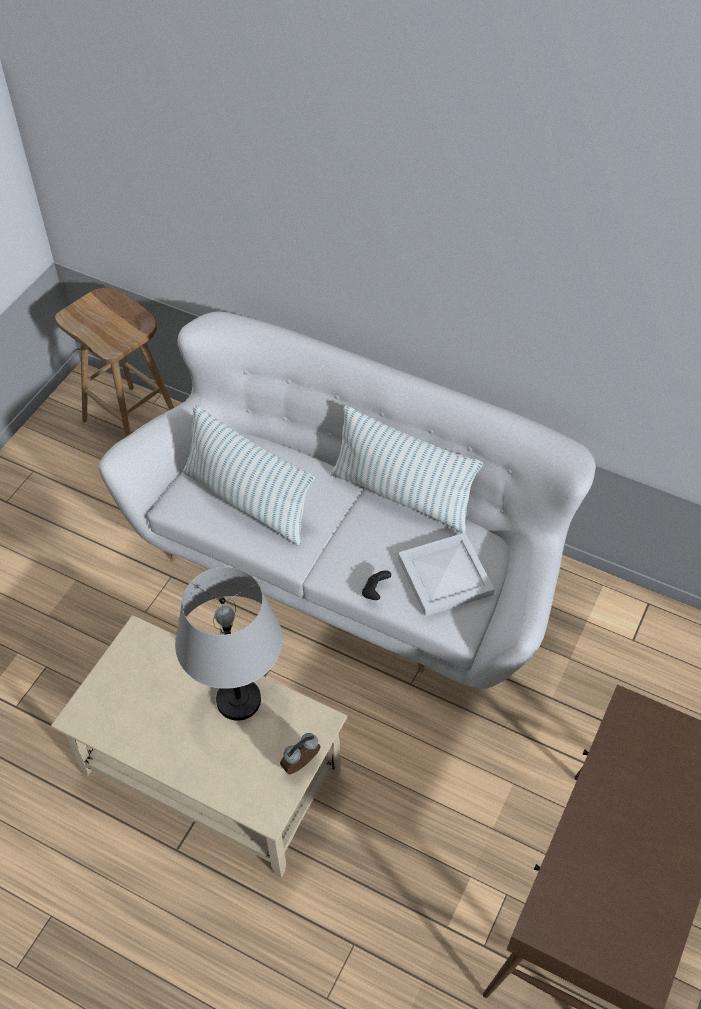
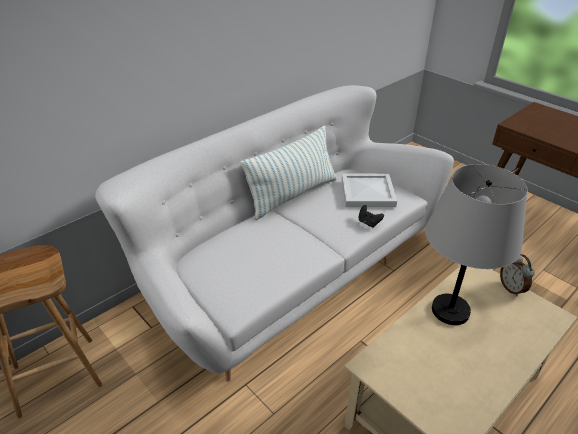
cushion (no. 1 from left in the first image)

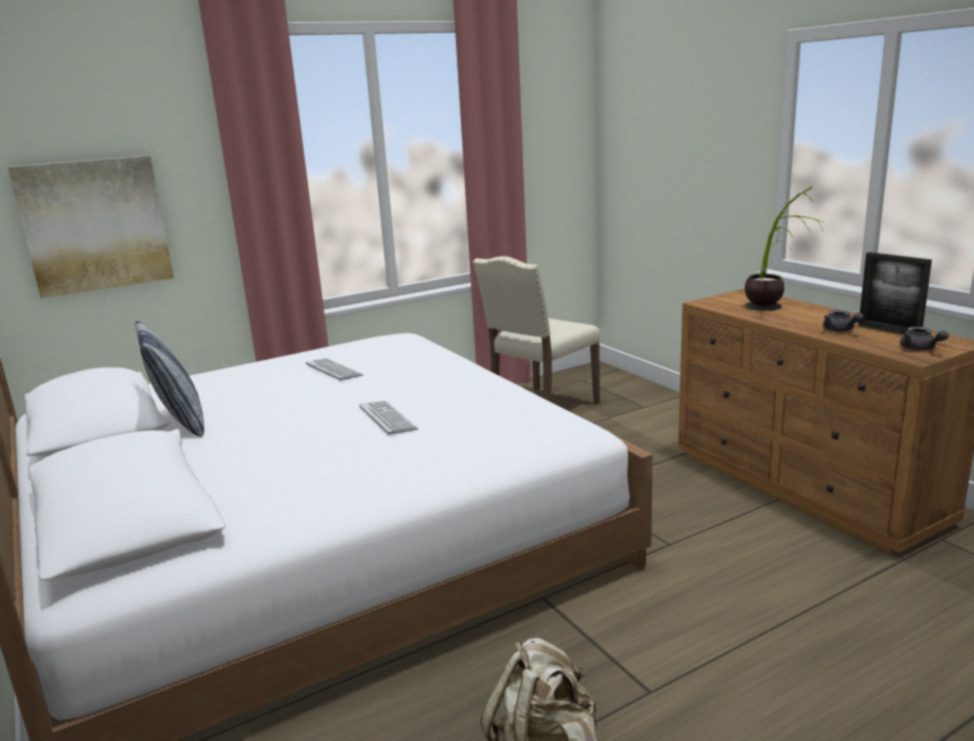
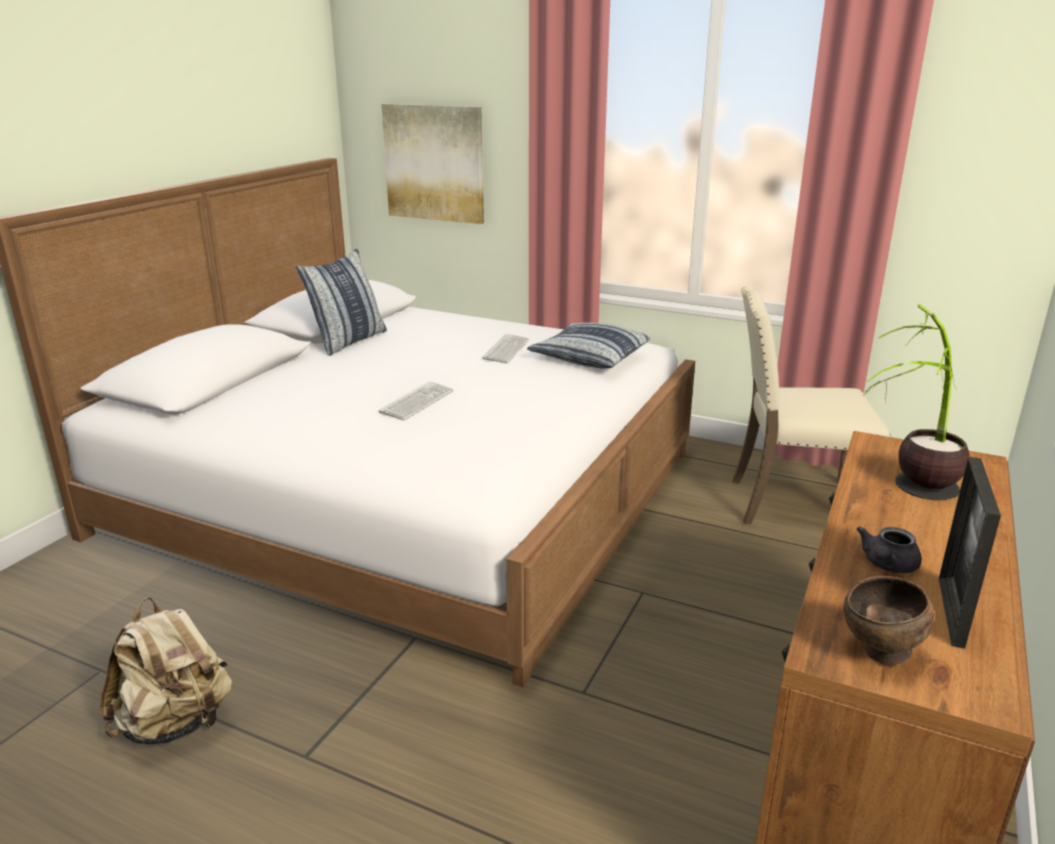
cushion (no. 2 from left)
bowl/brownish

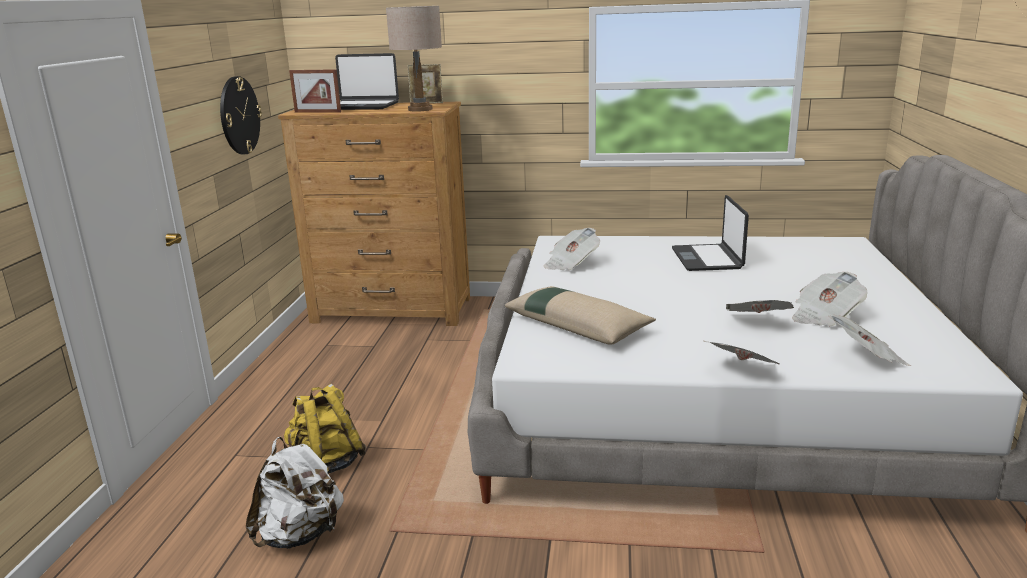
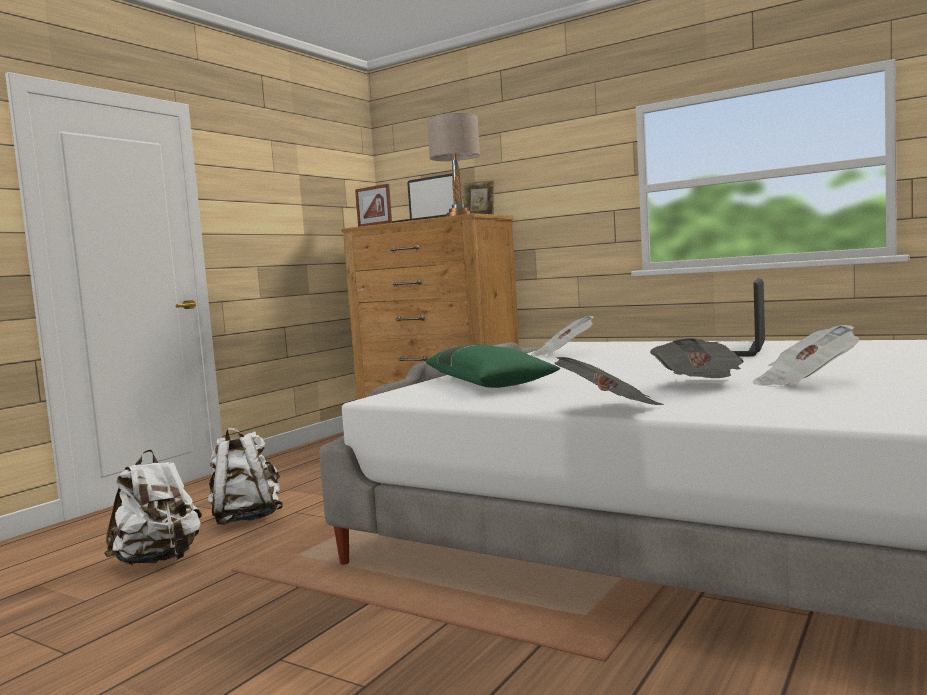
backpack/white-coloured (no. 2 from left)
cushion/green
wall clock
printed paper (no. 5 from left in the first image)

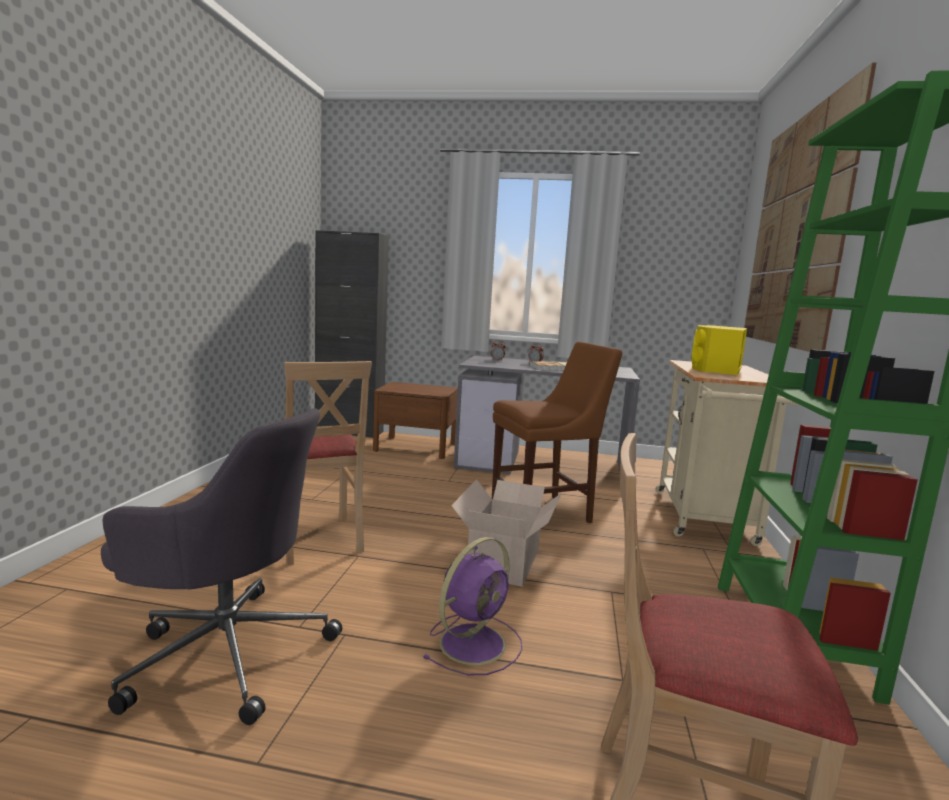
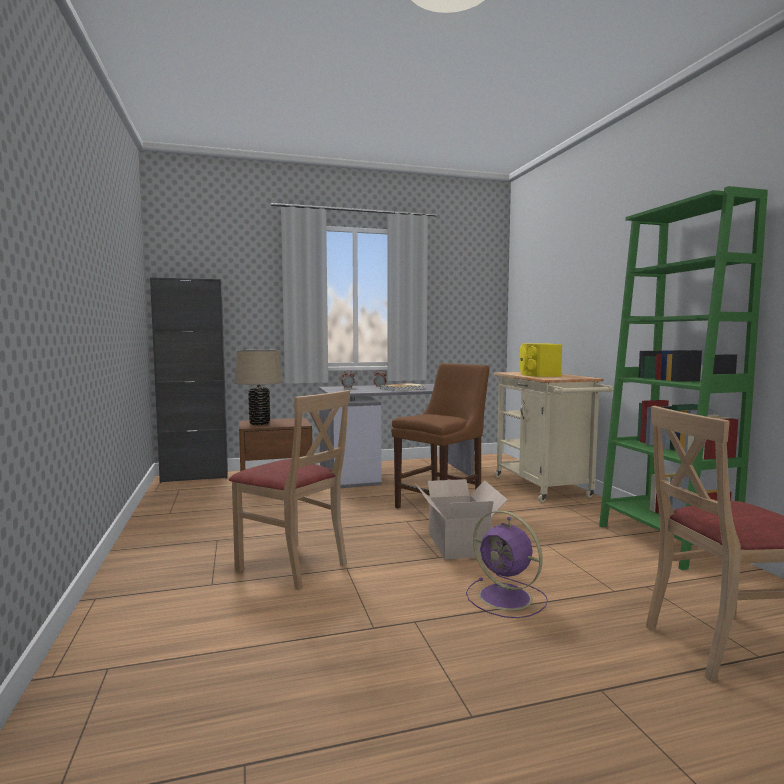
lamp for a table/beige-coloured
cooling fan/purple
office chair/grey
picture

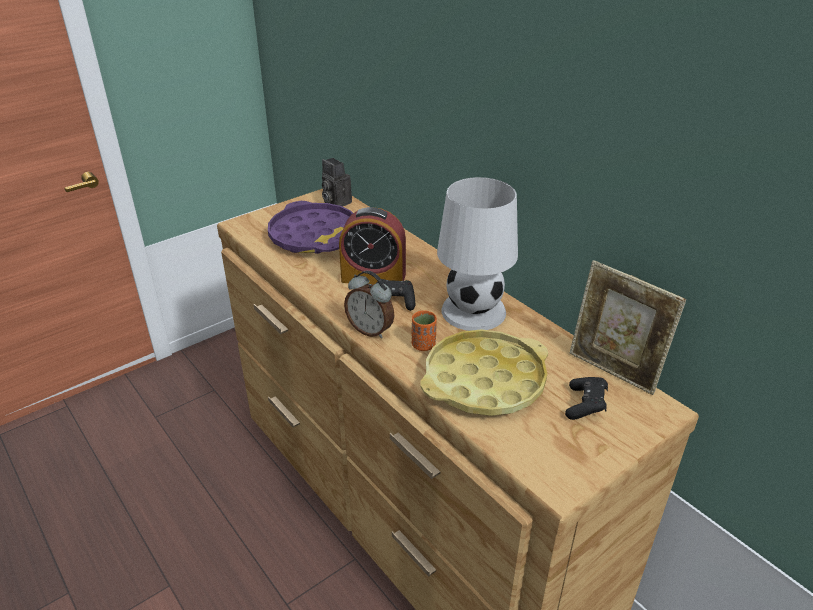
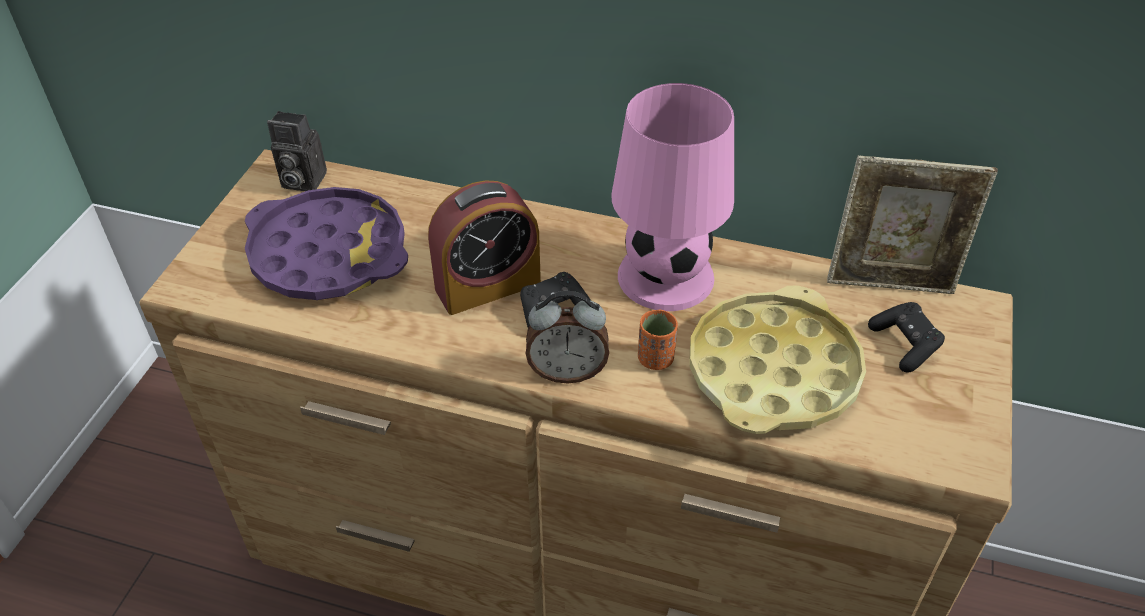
lamp for a table/pinkish

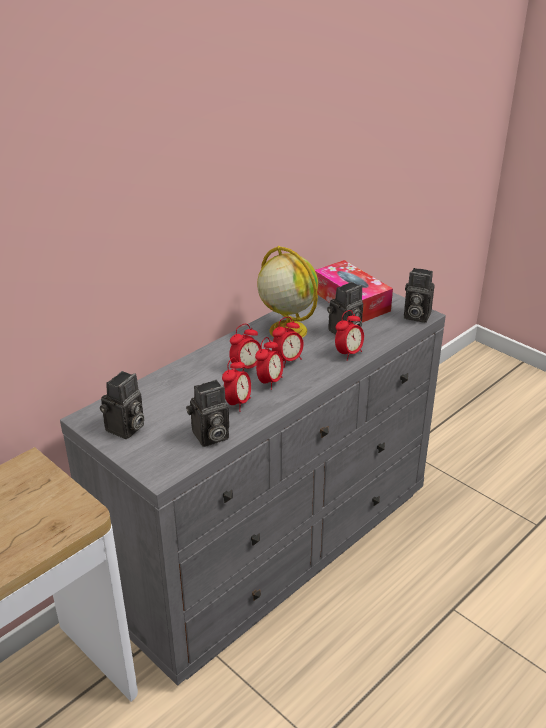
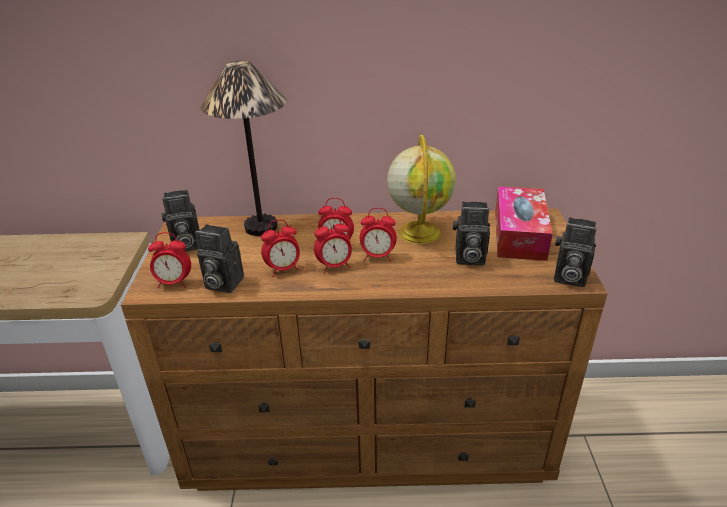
drawer chest/brownish
table clock (no. 1 from left)
lamp for a table
photo camera (no. 4 from left)

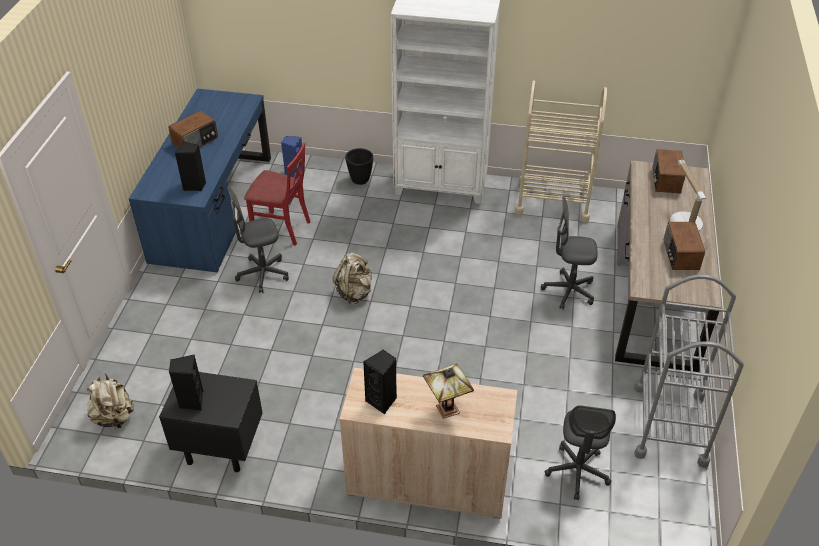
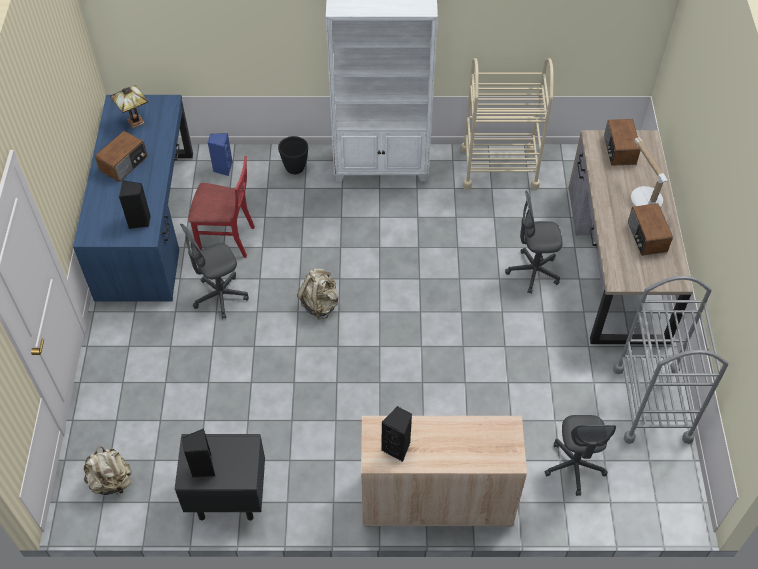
lamp for a table (no. 1 from left)

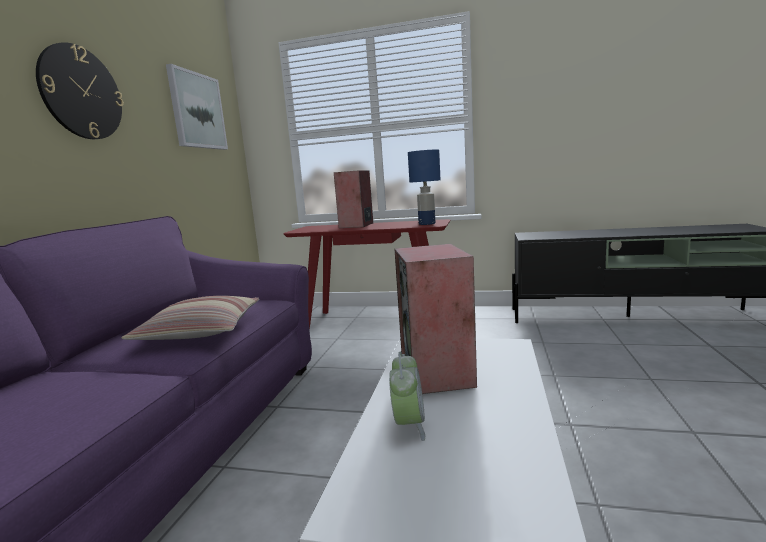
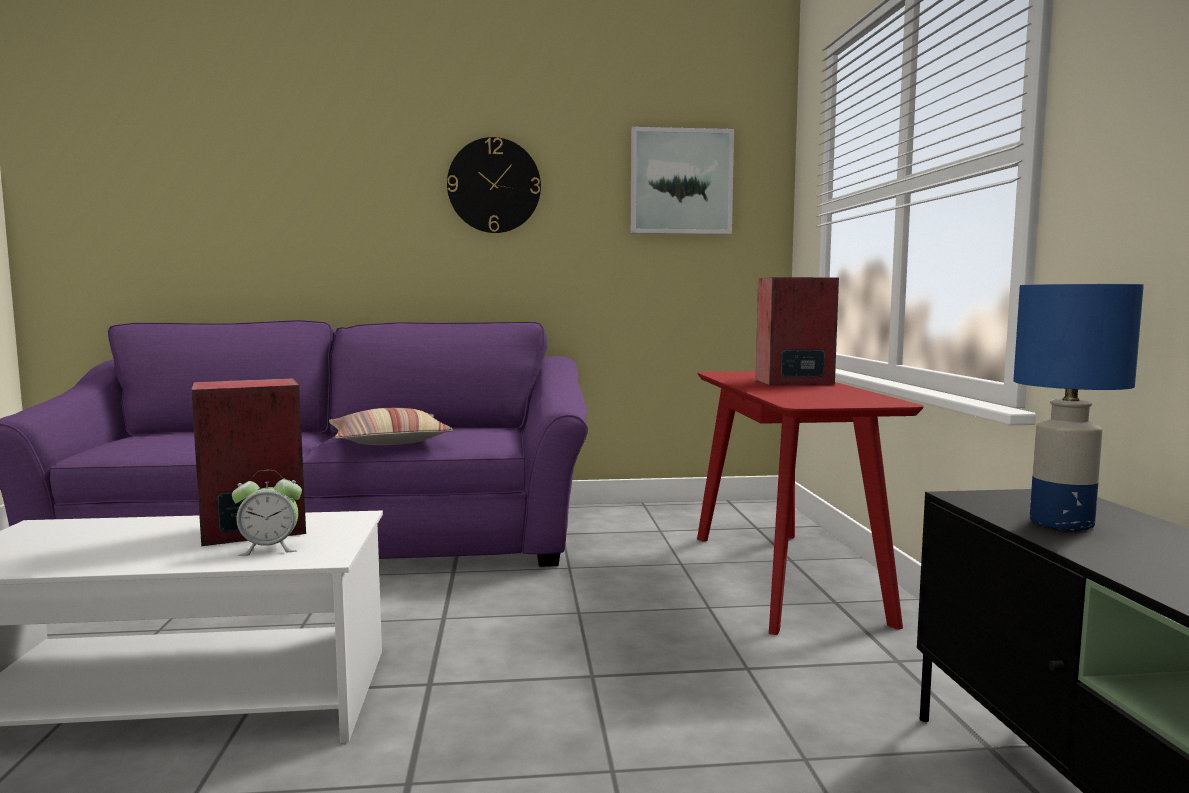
table clock
lamp for a table/blue

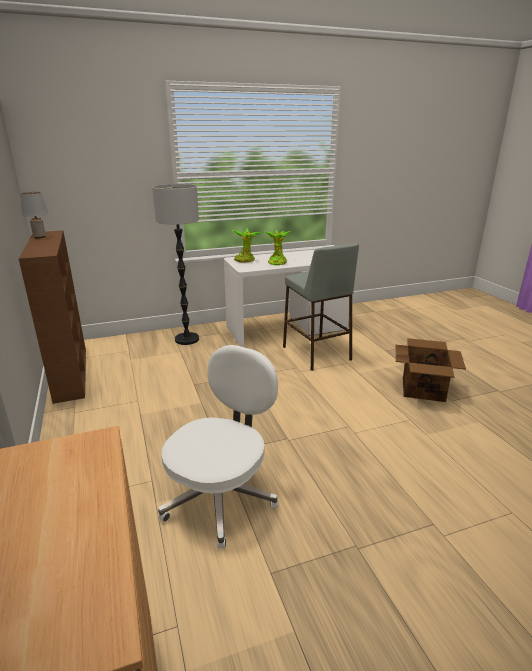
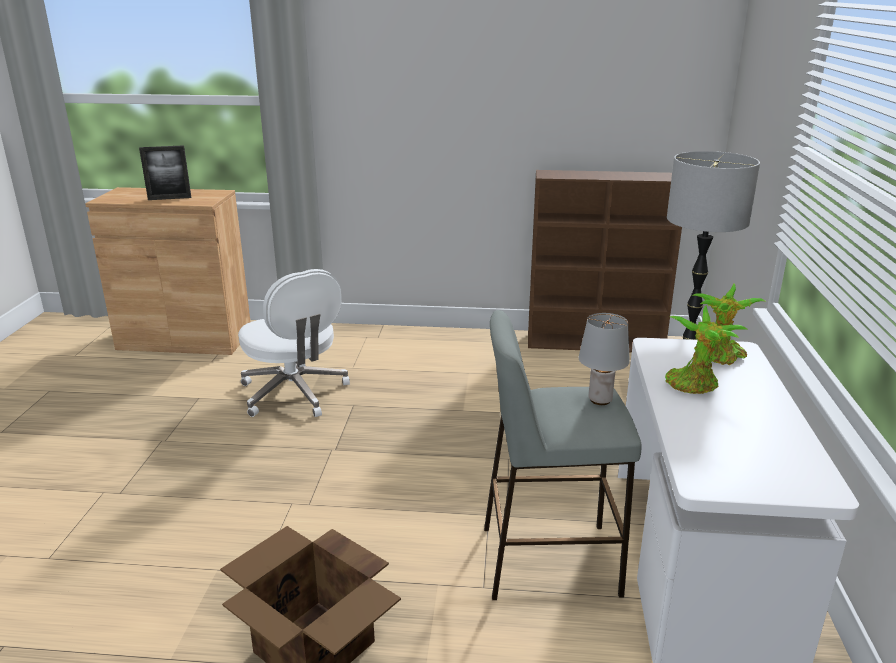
standing frame
lamp for a table/grey

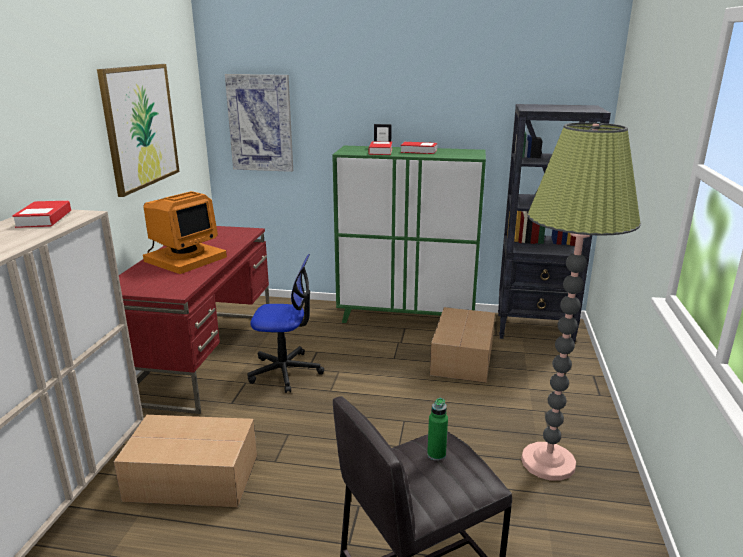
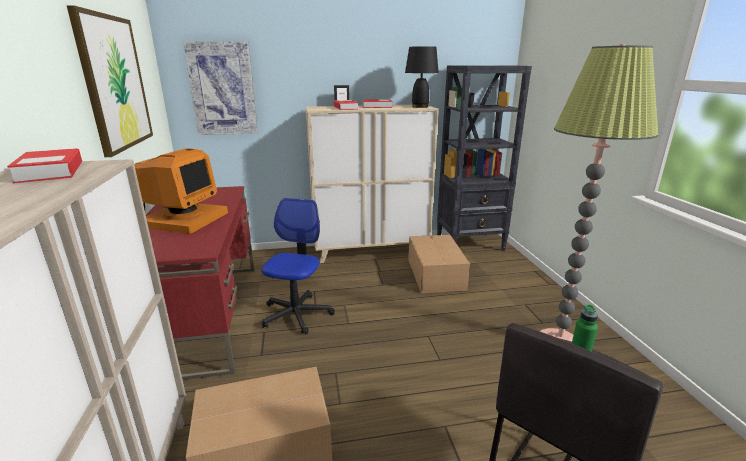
office chair
storage cabinet/beige-coloured (no. 2 from left)
lamp for a table/black

